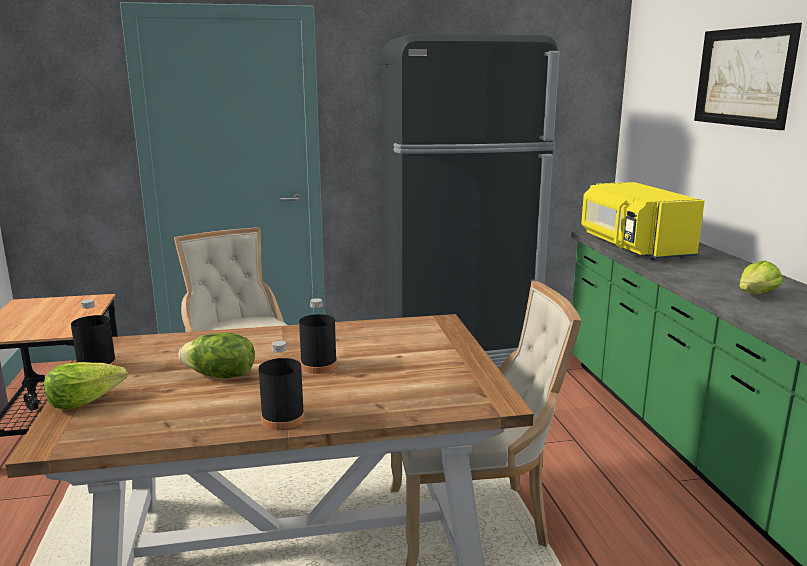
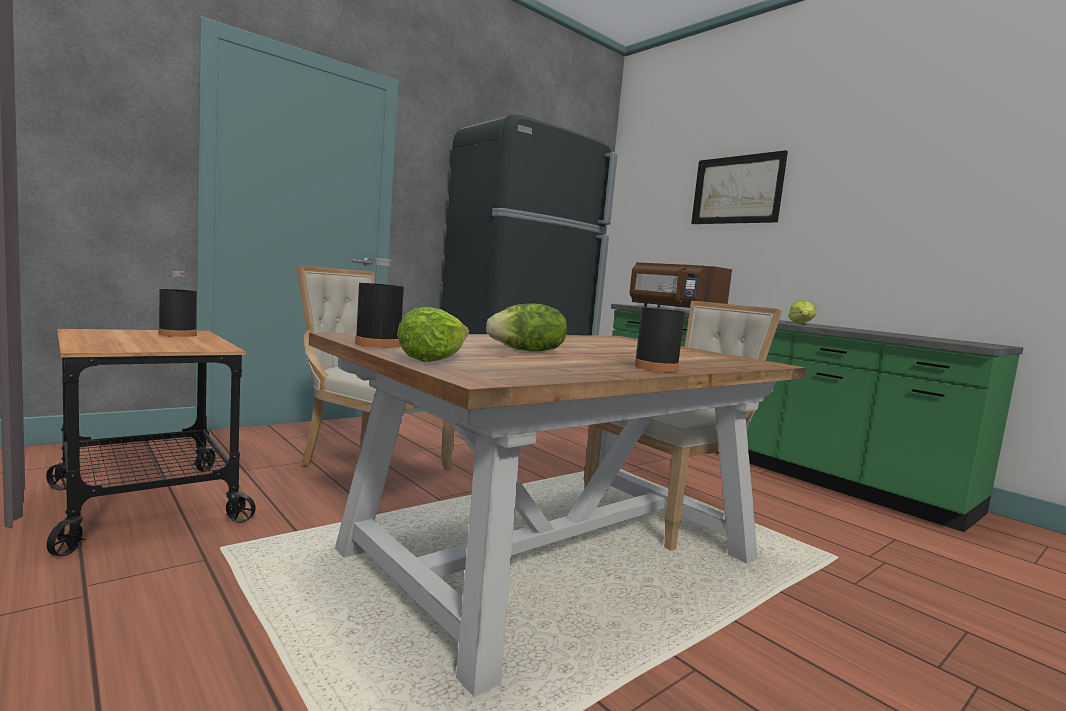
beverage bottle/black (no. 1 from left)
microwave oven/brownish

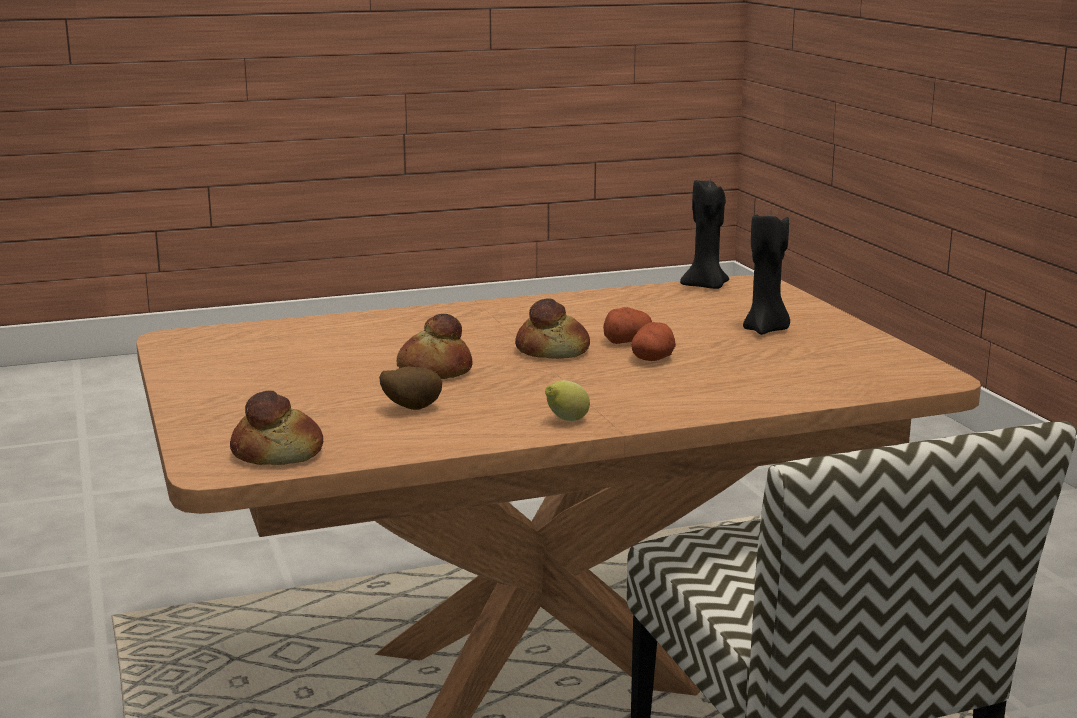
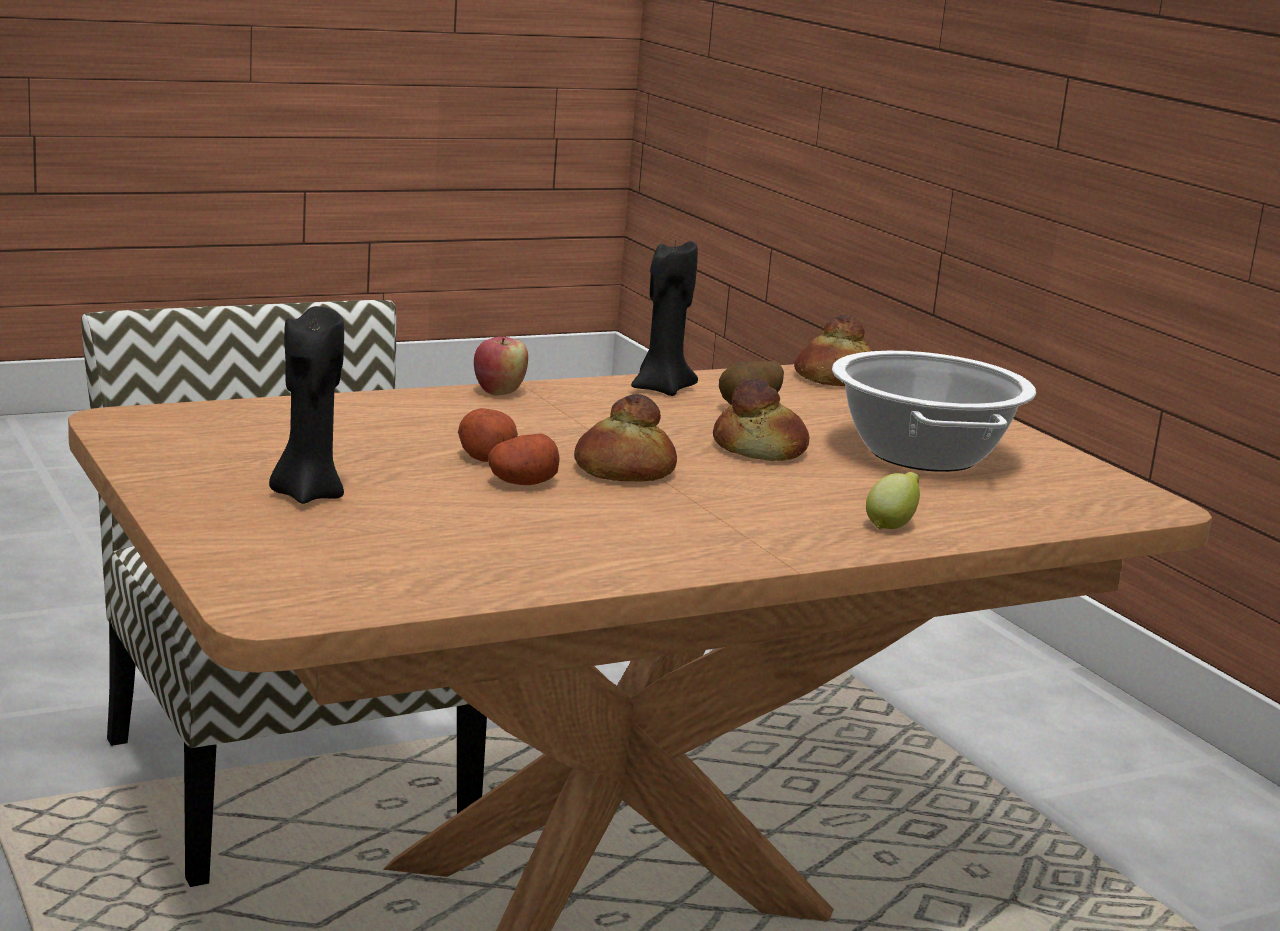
whole apple
candle/black (no. 2 from left)
stockpot
lemon

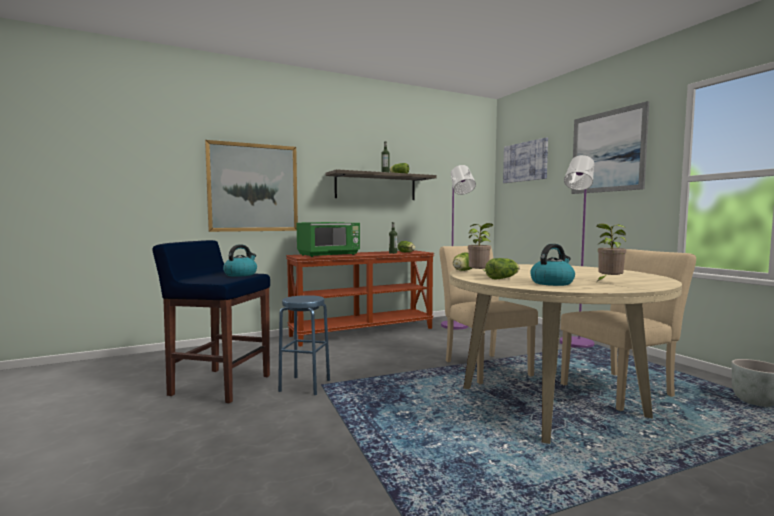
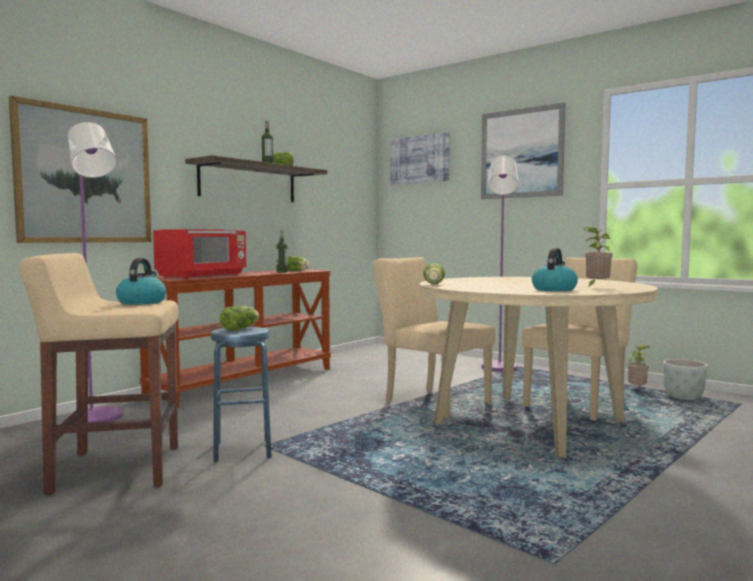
stool seat/beige-coloured
standard lamp/purple (no. 1 from left)
microwave oven/red
lettuce head (no. 1 from left)
plant in a pot (no. 2 from left)

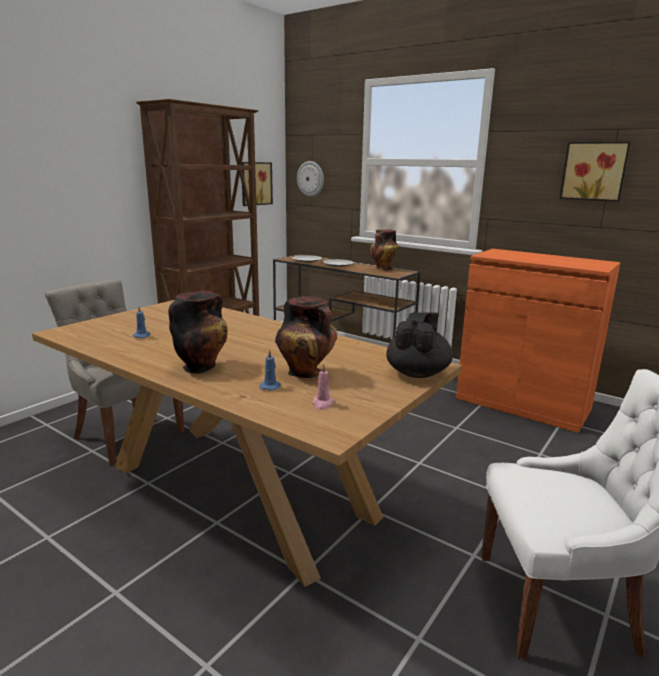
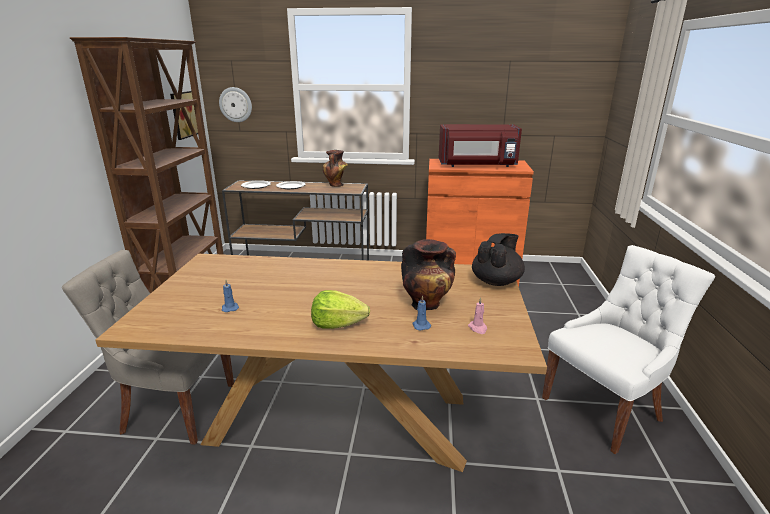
lettuce head
microwave oven/red
pot for tea/black
picture (no. 2 from left in the first image)

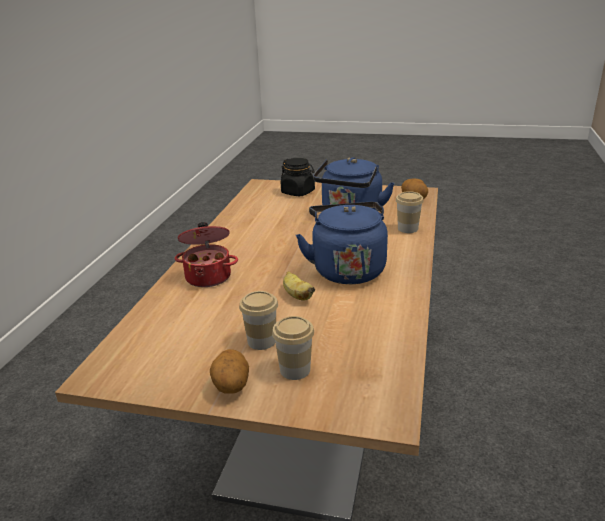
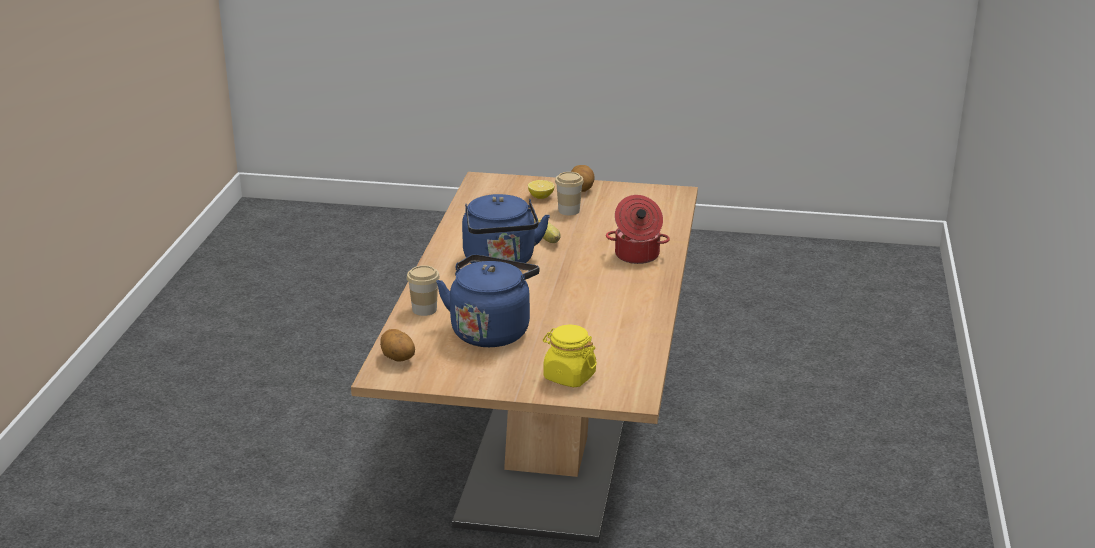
lemon
storage jar/yellow

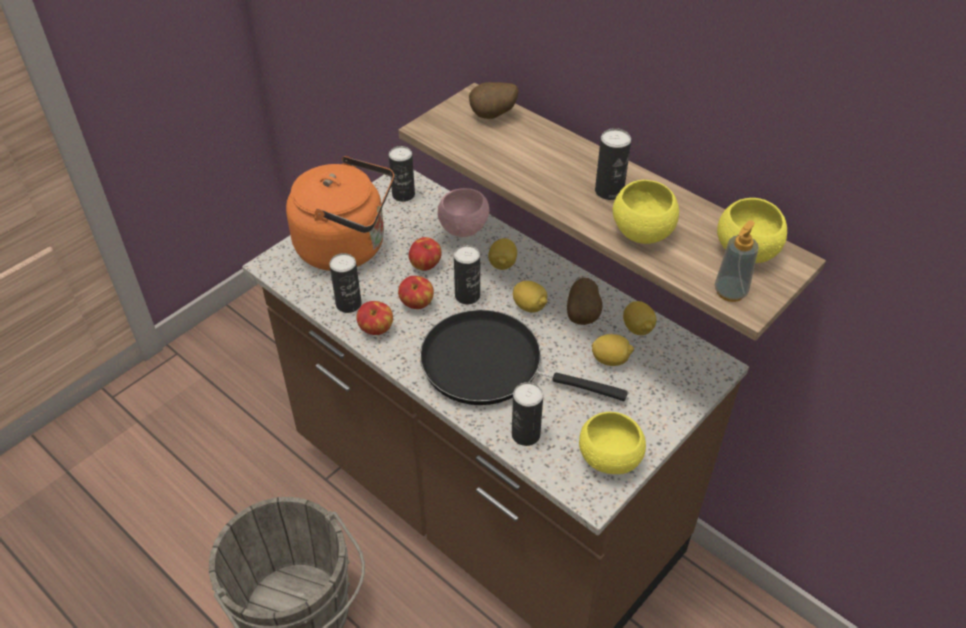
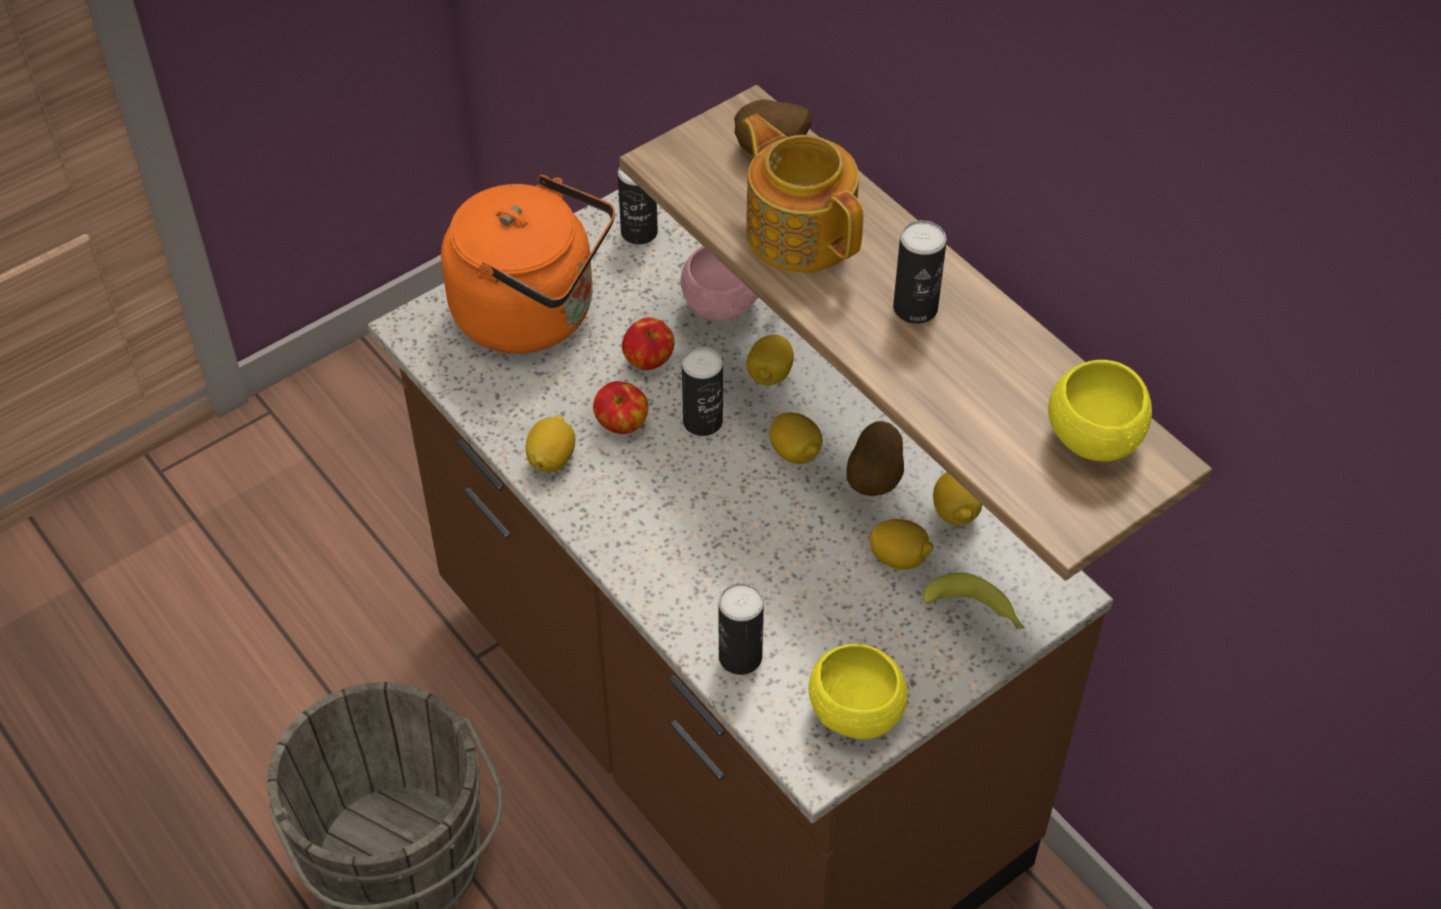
lemon (no. 1 from left)
pot for tea
banana
metal can (no. 1 from left in the first image)
pan/black
bowl/yellow (no. 2 from left in the first image)
soap dispenser

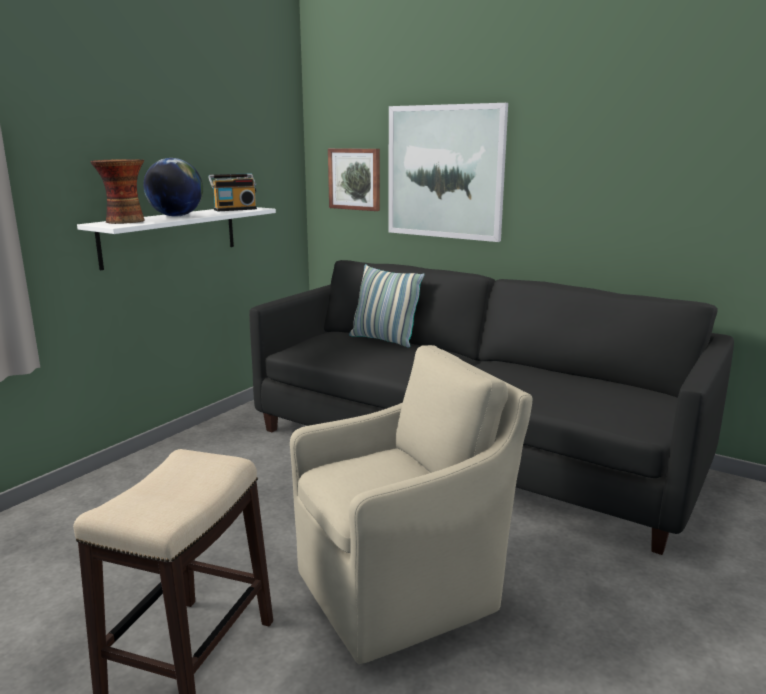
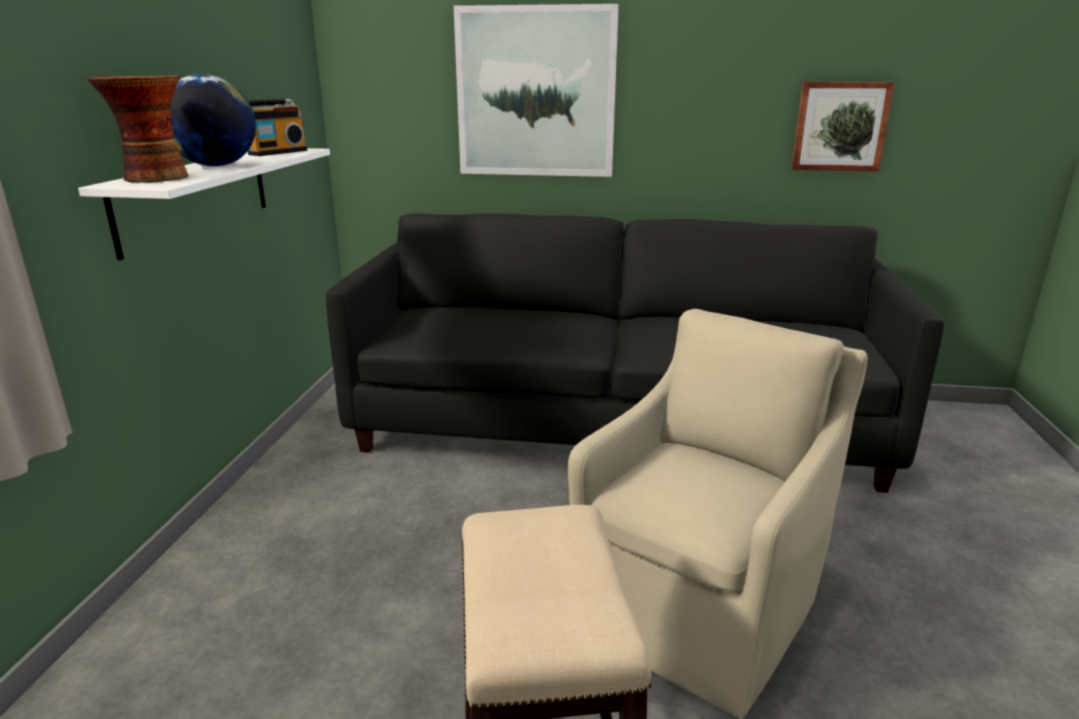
picture (no. 2 from left)
cushion

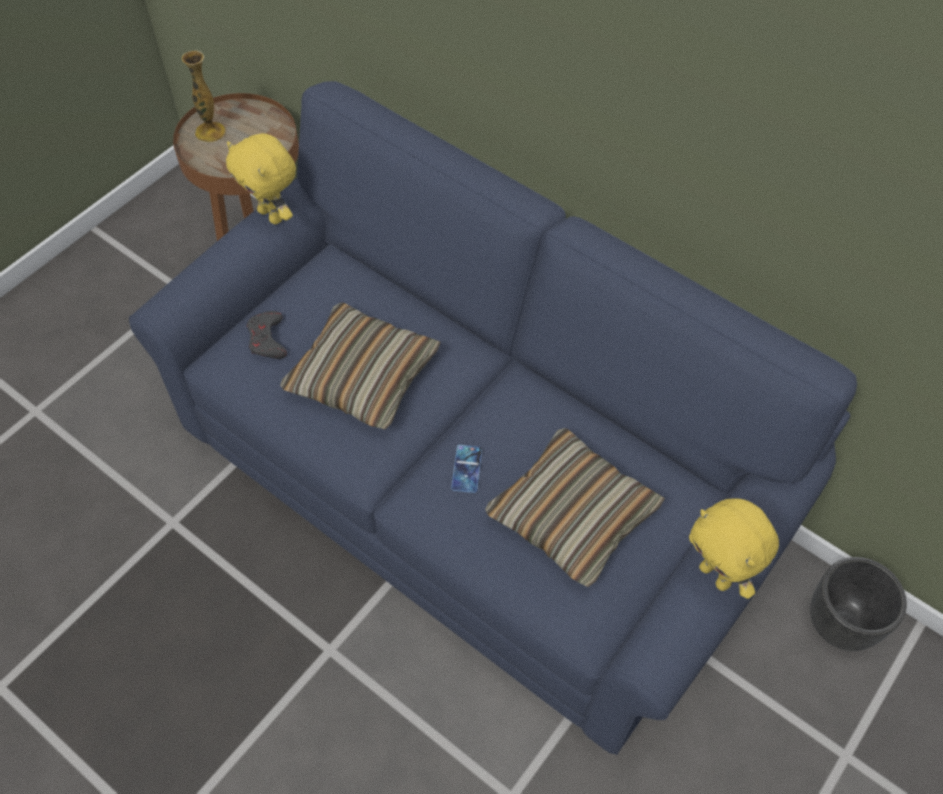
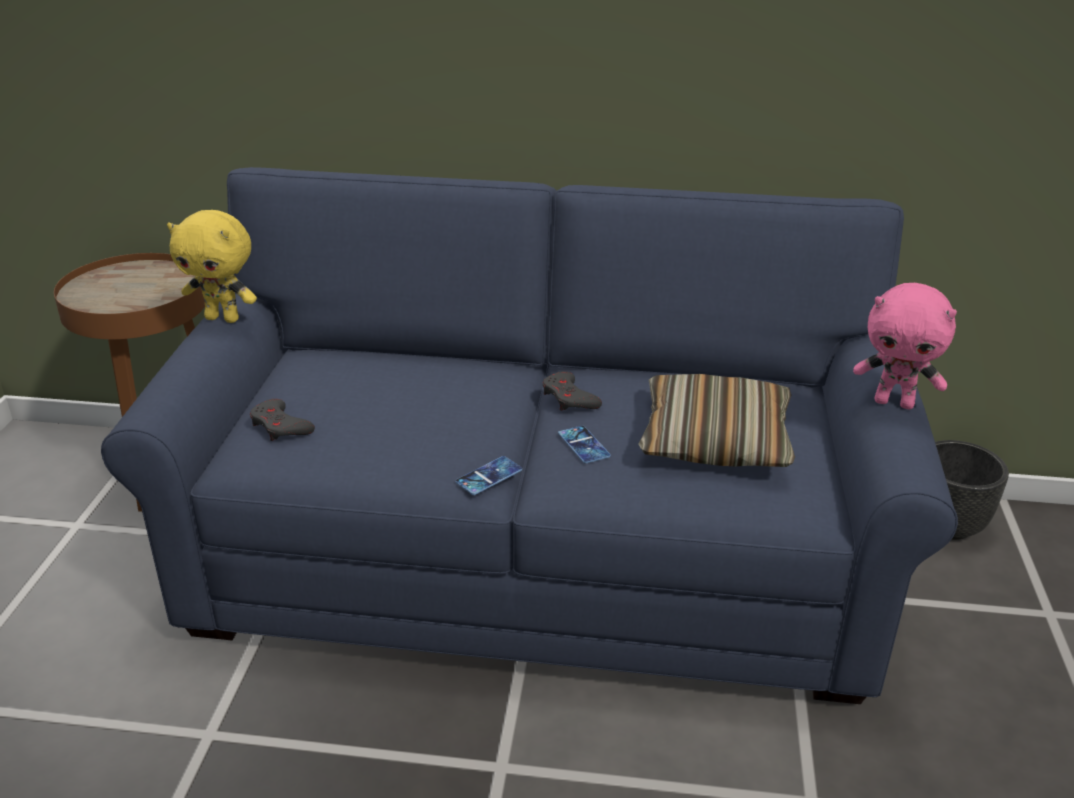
telephone (no. 1 from left)
joypad/grey (no. 2 from left)
soft toy/pinkish
vase
cushion (no. 1 from left in the first image)

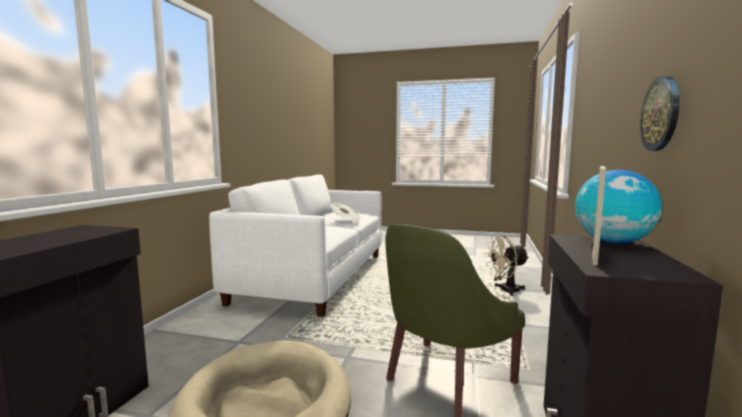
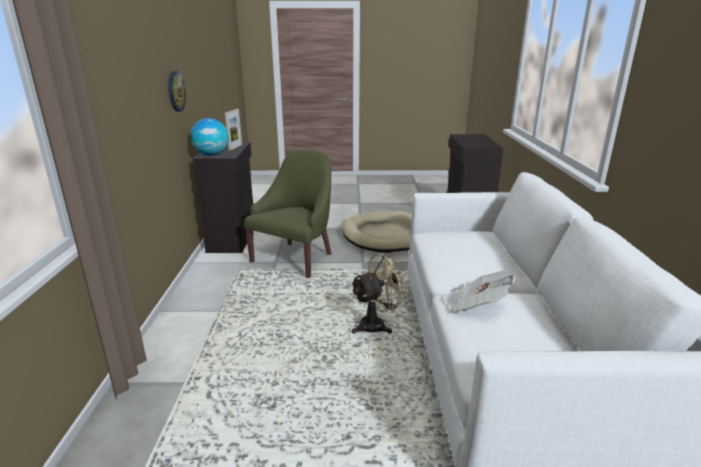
cooling fan/beige-coloured

